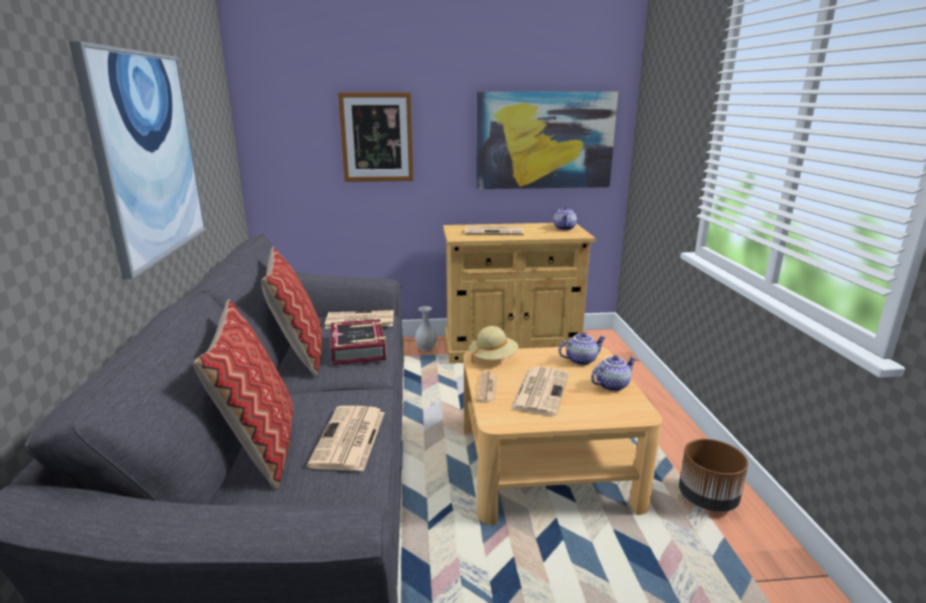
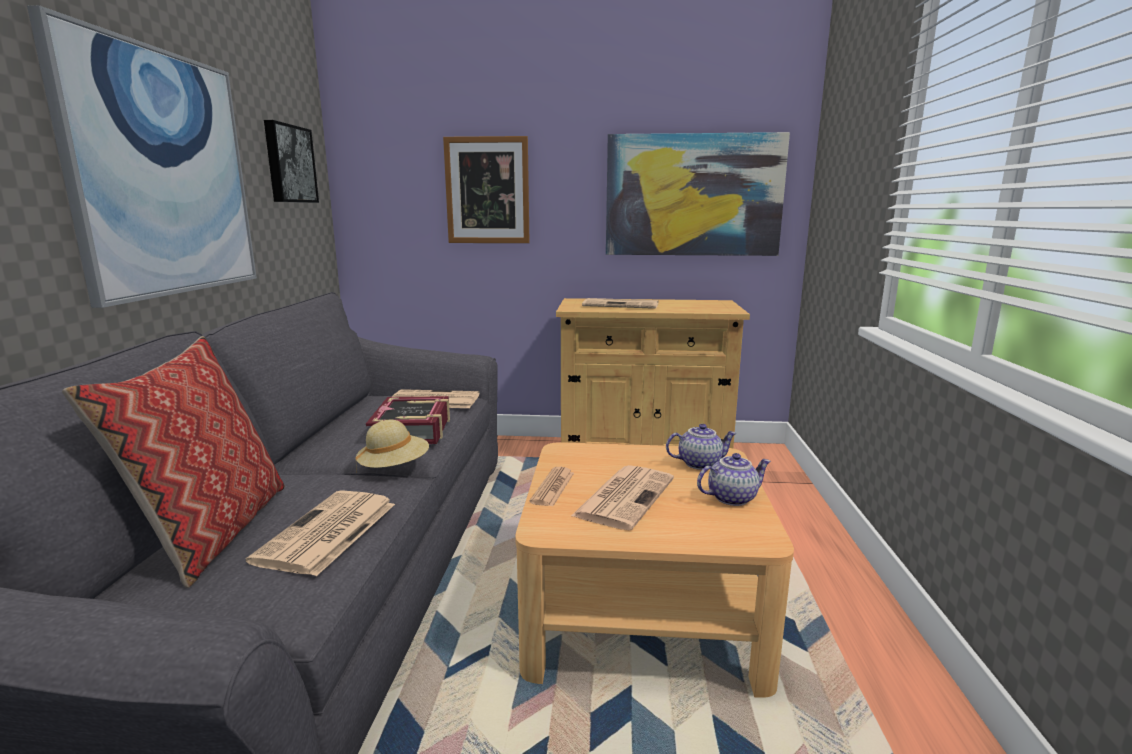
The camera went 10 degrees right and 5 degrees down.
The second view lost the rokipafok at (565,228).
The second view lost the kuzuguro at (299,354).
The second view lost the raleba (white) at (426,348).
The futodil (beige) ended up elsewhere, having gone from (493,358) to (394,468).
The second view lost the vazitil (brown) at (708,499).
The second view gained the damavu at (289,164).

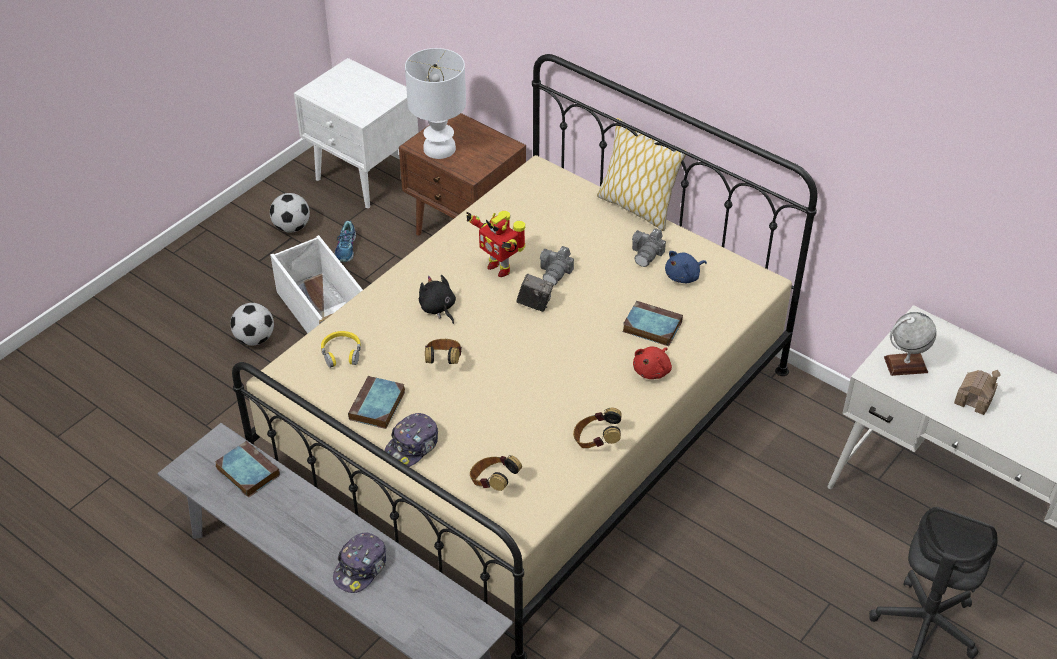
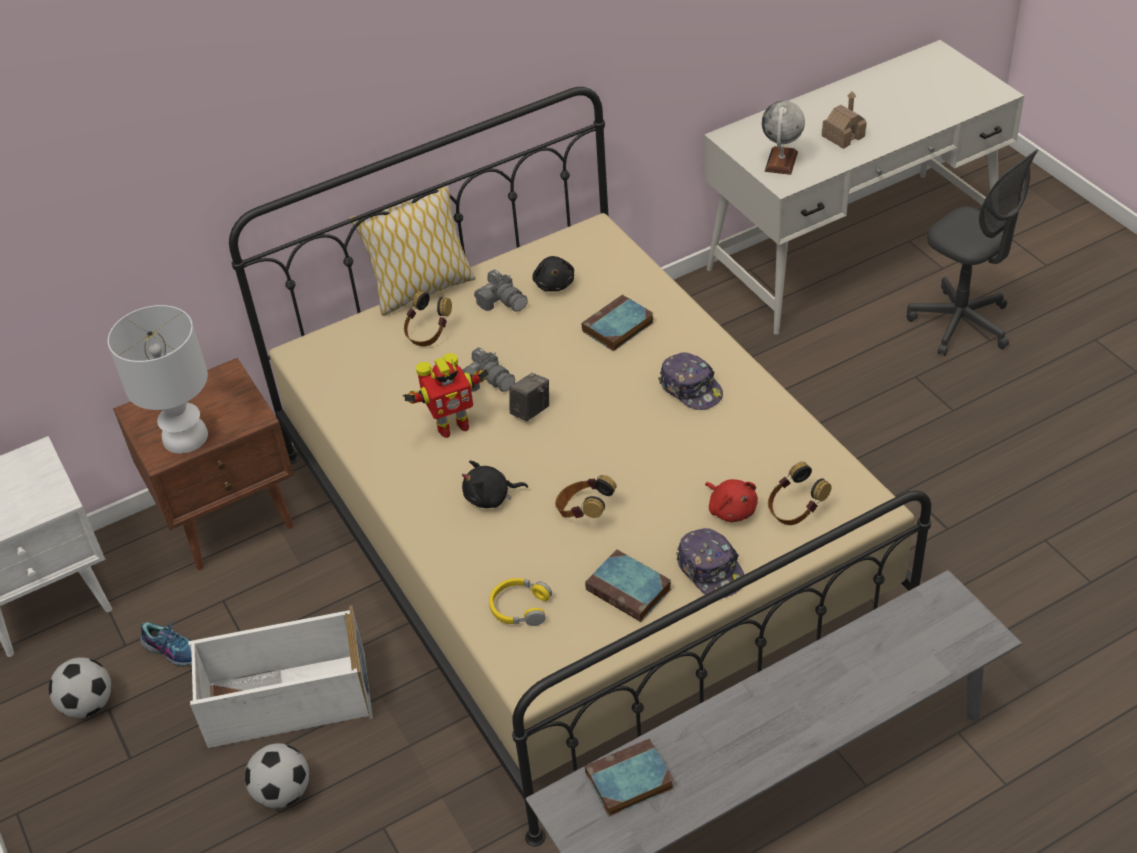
The camera went 65 degrees left and 0 degrees up.
What was the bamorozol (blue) at (684,276) turned into the bamorozol (black) at (554,283).
The bamorozol (red) ended up elsewhere, having gone from (652,370) to (731,509).
The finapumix ended up elsewhere, having gone from (596,441) to (428,334).
The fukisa ended up elsewhere, having gone from (361,568) to (691,388).

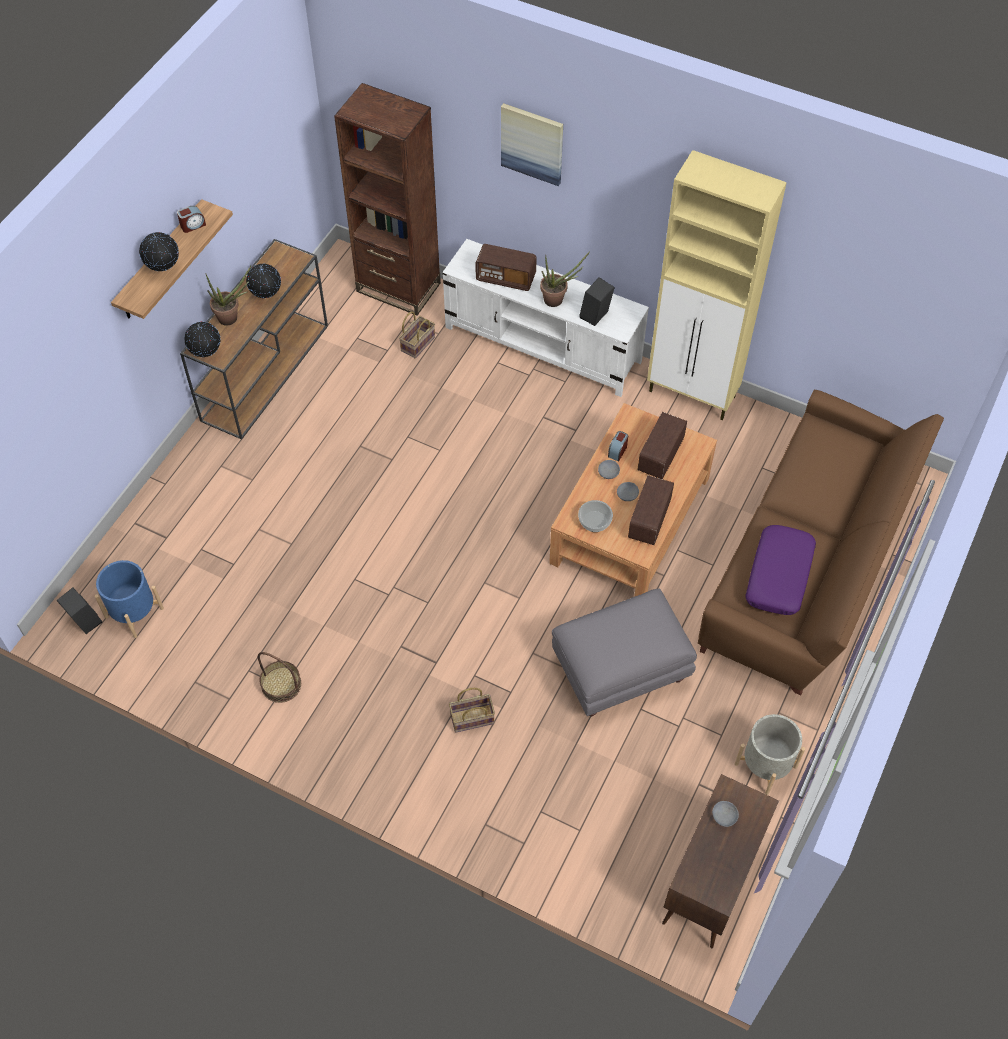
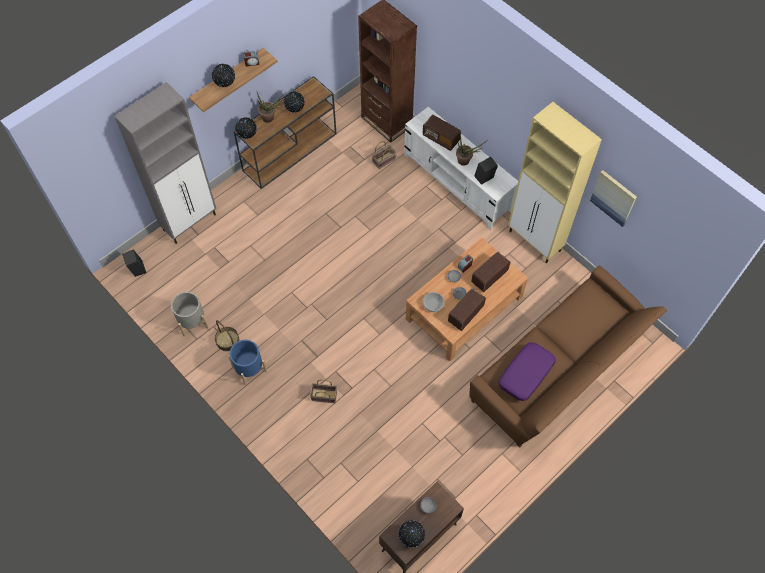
The camera went 20 degrees right and 5 degrees up.
The damavu ended up elsewhere, having gone from (532,143) to (614,197).
The vazitil (blue) ended up elsewhere, having gone from (134,612) to (249,368).
The second view lost the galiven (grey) at (619,671).
The vazitil (grey) ended up elsewhere, having gone from (765,765) to (192,321).
The second view gained the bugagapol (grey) at (190,222).
The second view gained the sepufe at (411,537).

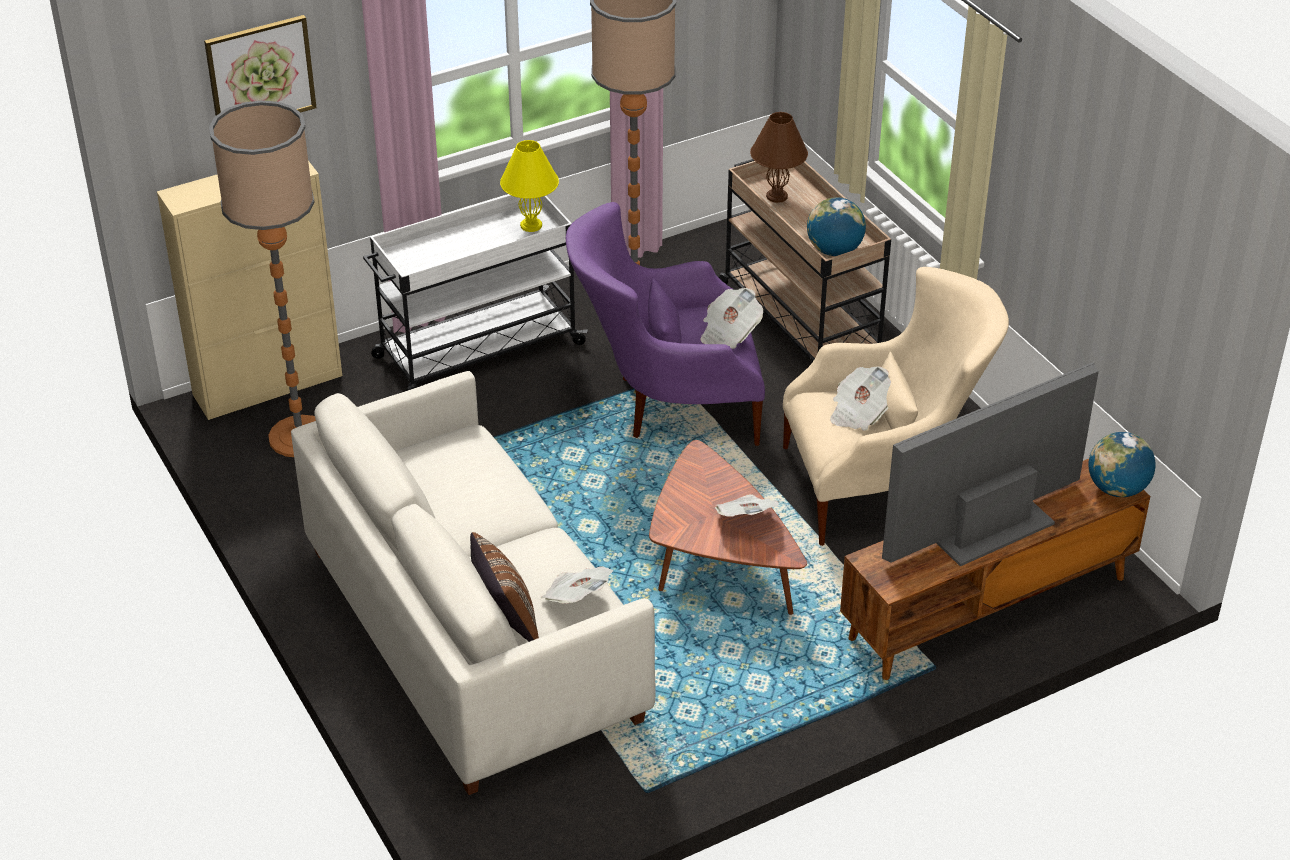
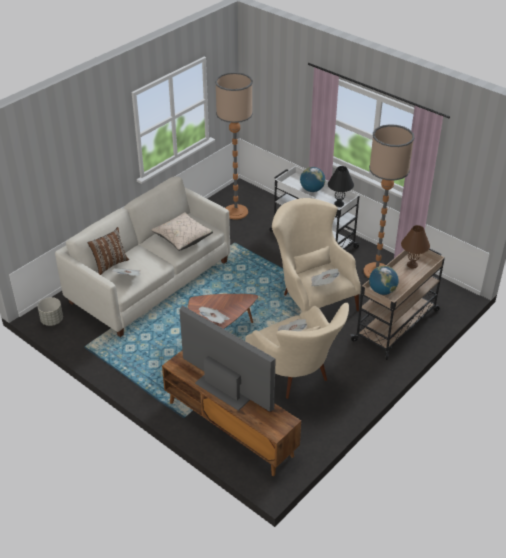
The camera went 70 degrees right and 0 degrees up.
The second view lost the damavu at (260,73).
What was the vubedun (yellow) at (531,225) turned into the vubedun (black) at (339,204).
The second view lost the bugagapol (beige) at (269,385).
What was the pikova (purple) at (666,404) turned into the pikova (beige) at (311,298).
The sepufe ended up elsewhere, having gone from (1117,489) to (312,190).
The second view gained the kuzuguro (beige) at (182,238).
The second view gained the vazitil (grey) at (52,320).

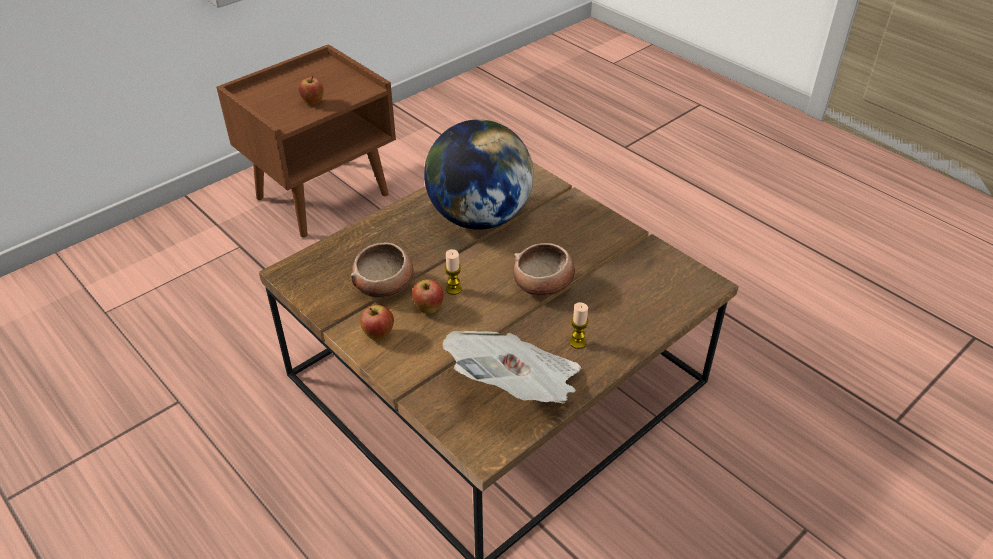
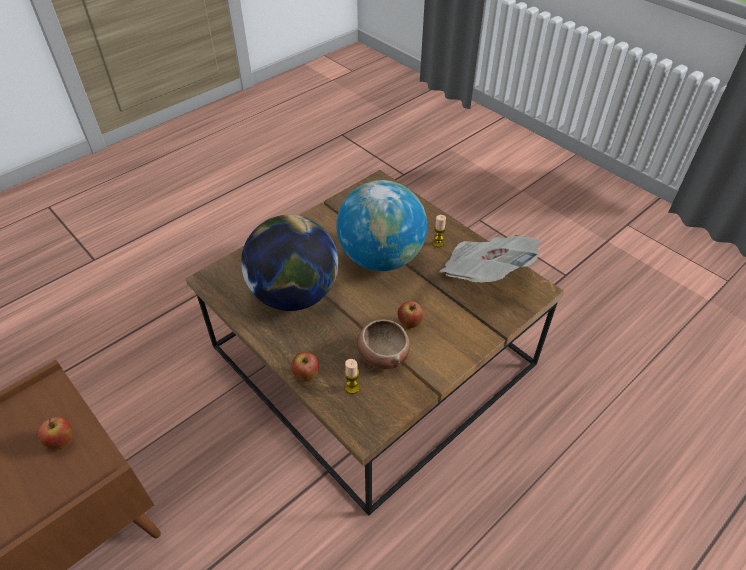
The camera went 90 degrees left and 5 degrees up.
Where the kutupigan stood at (544,286), the sepufe came to stand at (381,258).
The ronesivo ended up elsewhere, having gone from (453,289) to (352,387).
The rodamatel ended up elsewhere, having gone from (378,335) to (306,375).

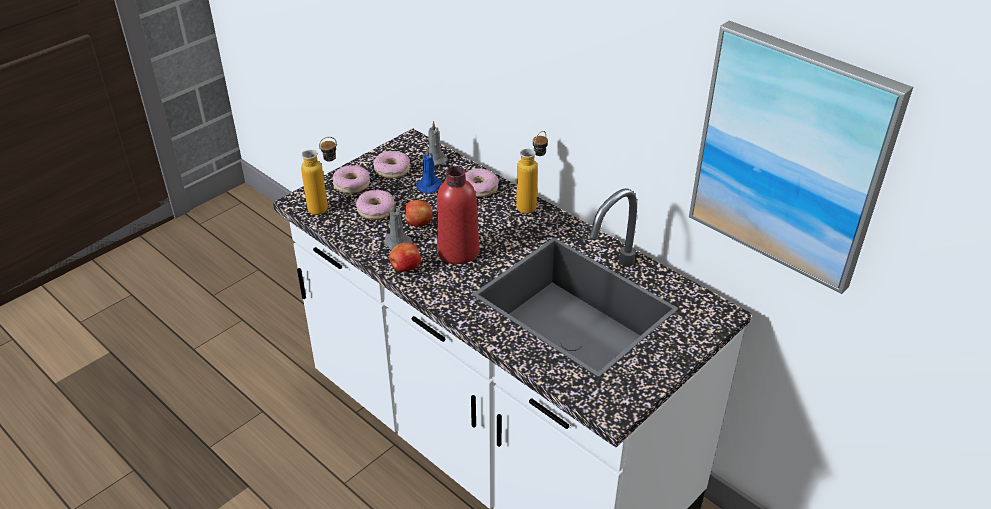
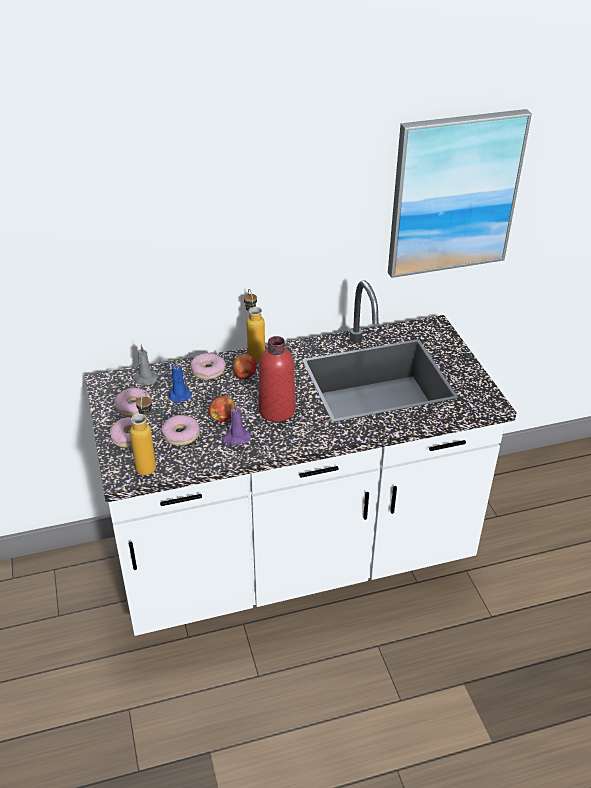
The camera went 60 degrees left and 0 degrees up.
What was the ronesivo (grey) at (396,242) turned into the ronesivo (purple) at (235,438).
The rodamatel ended up elsewhere, having gone from (405,268) to (244,376).

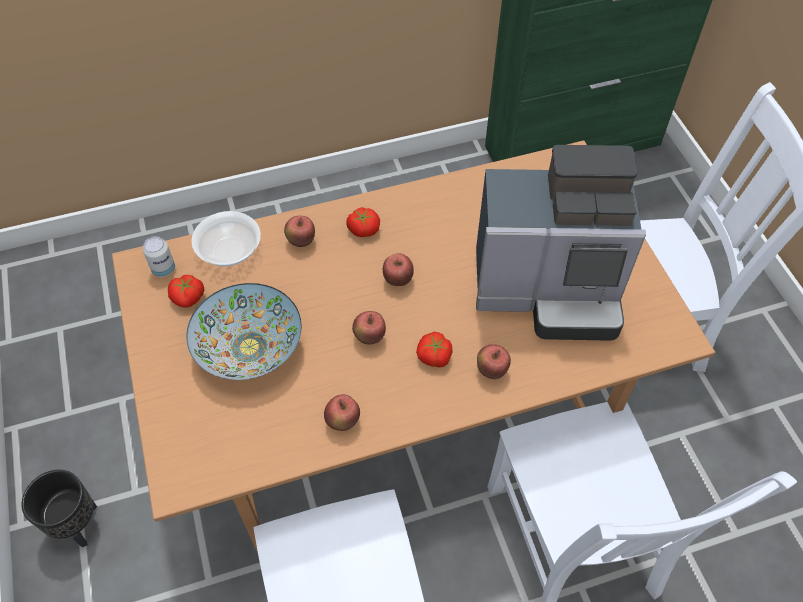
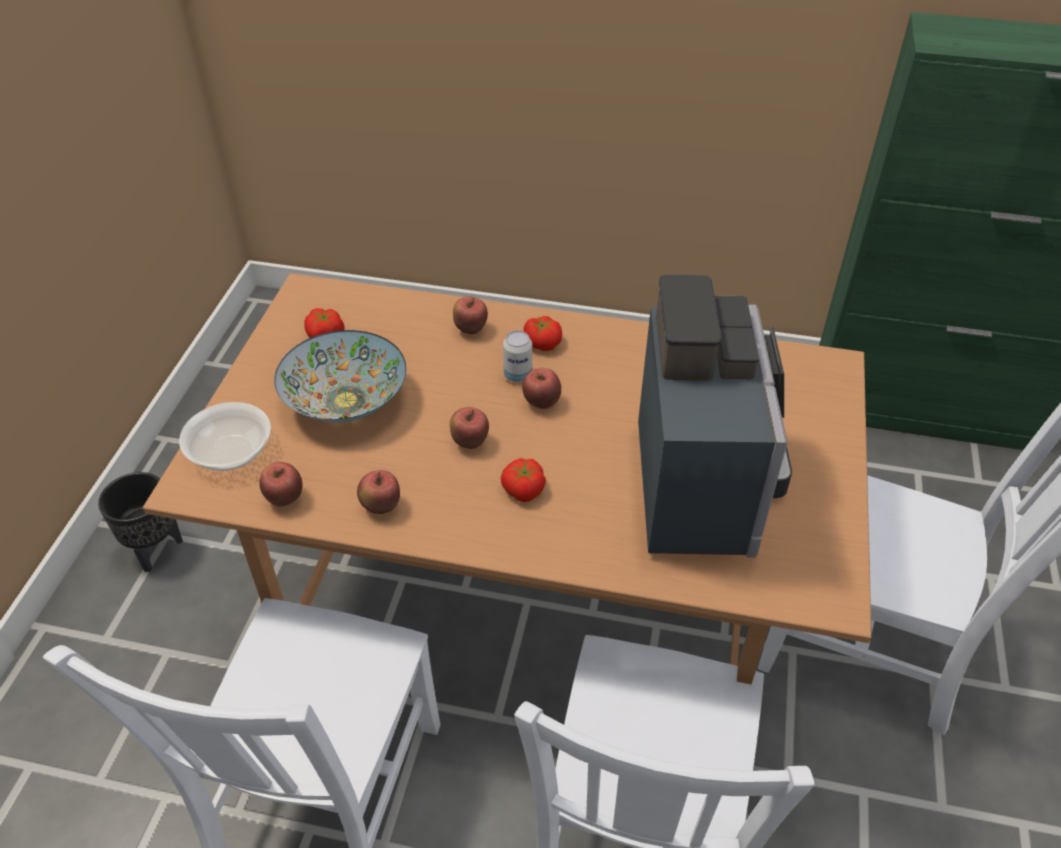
The camera went 30 degrees right and 10 degrees down.
The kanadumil at (549,291) ended up facing another way, 120 degrees counterclockwise from before.
The kutupigan ended up elsewhere, having gone from (229,250) to (231,452).
The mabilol ended up elsewhere, having gone from (163,269) to (518,375).
The rodamatel ended up elsewhere, having gone from (491,370) to (285,498).

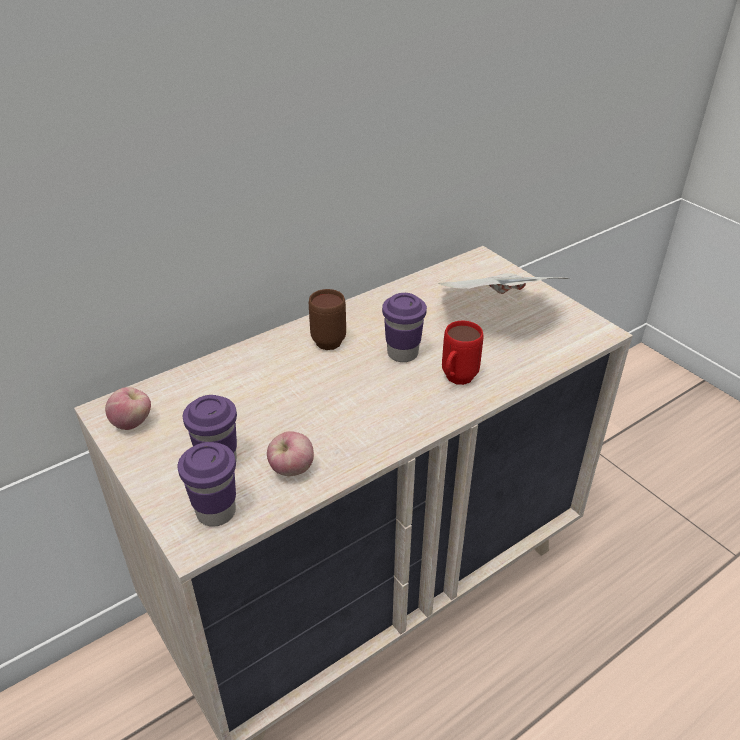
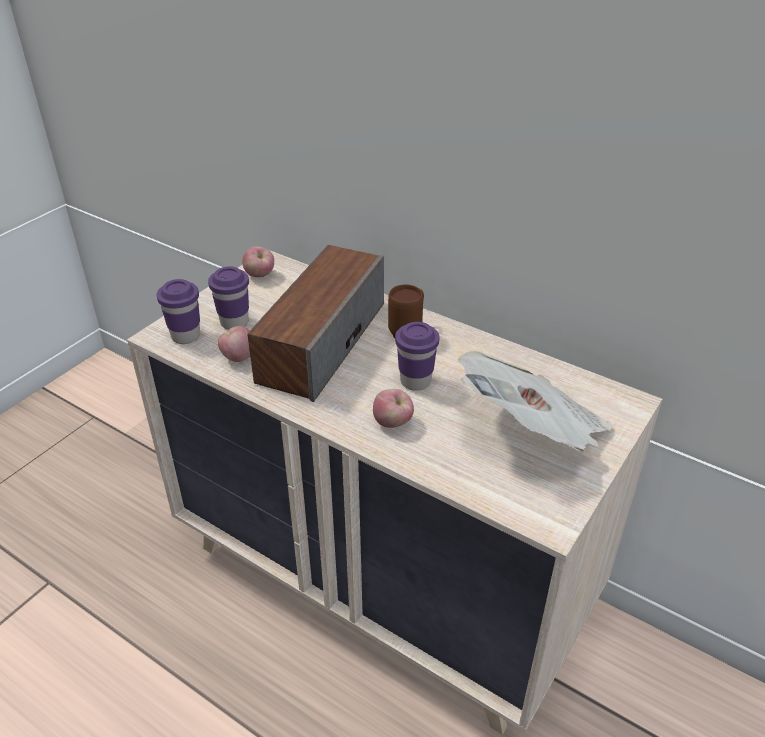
The camera went 70 degrees right and 0 degrees up.
Where the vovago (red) stood at (456,381), the rodamatel came to stand at (393,423).
The second view gained the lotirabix at (321,341).

